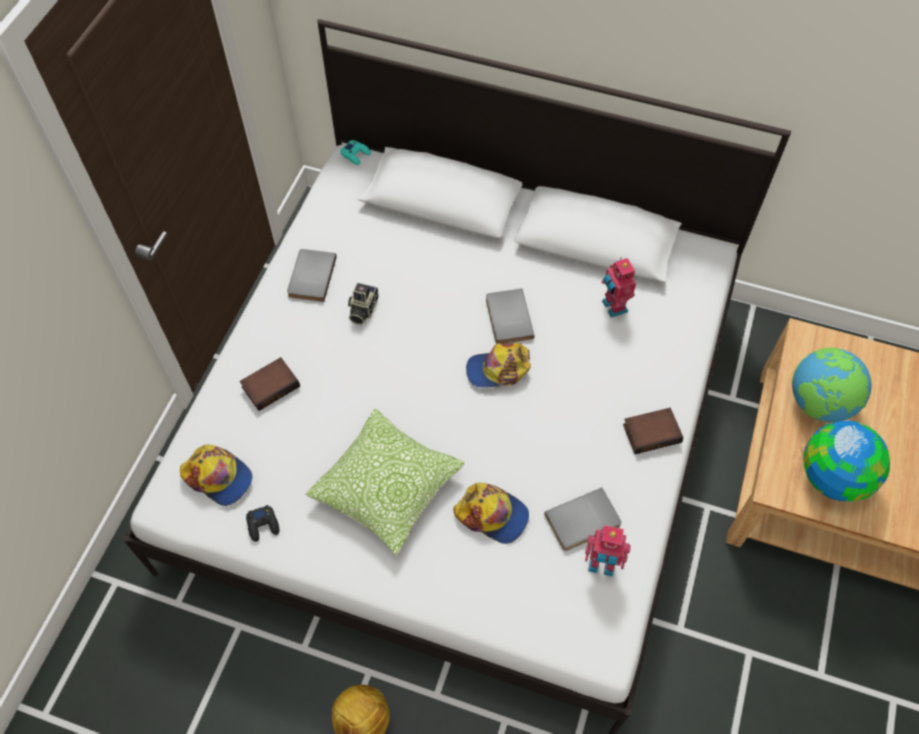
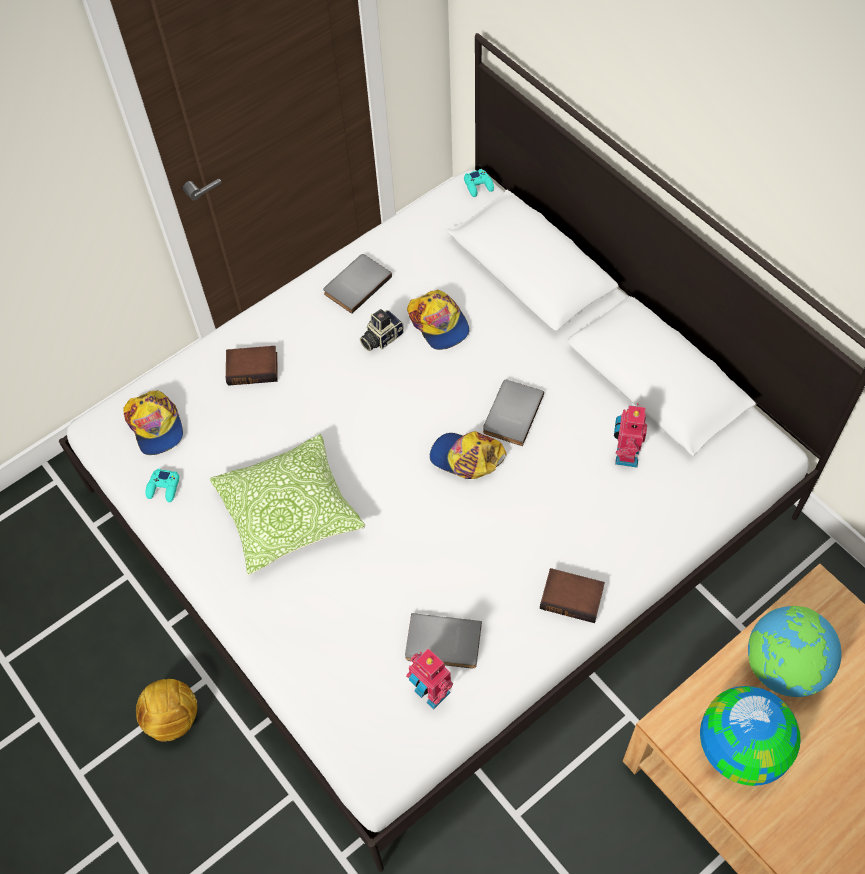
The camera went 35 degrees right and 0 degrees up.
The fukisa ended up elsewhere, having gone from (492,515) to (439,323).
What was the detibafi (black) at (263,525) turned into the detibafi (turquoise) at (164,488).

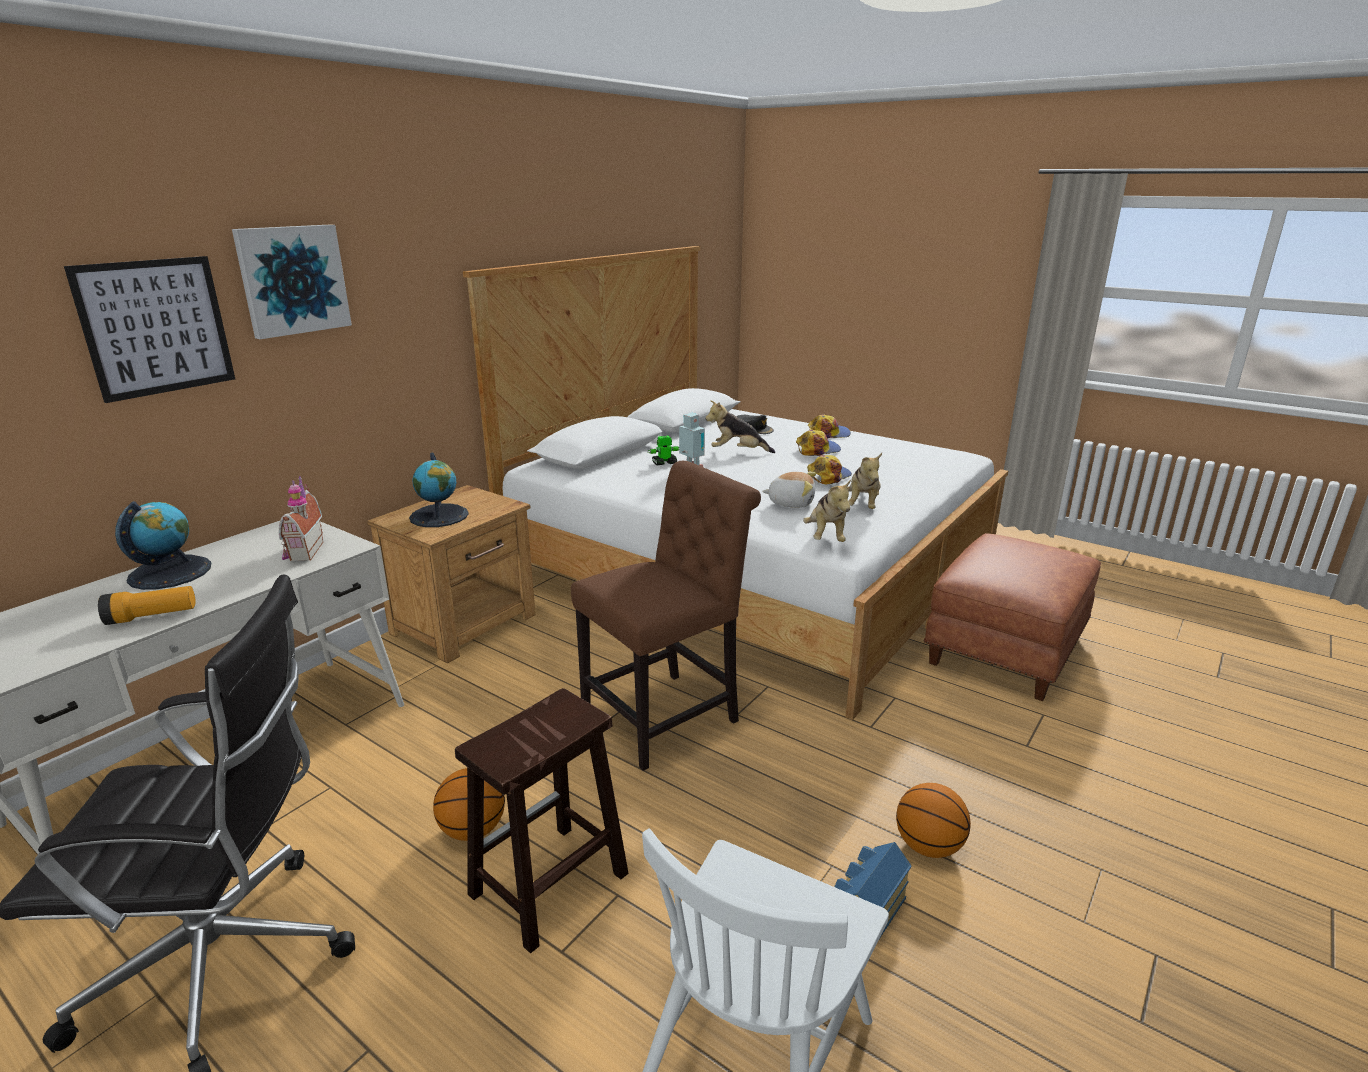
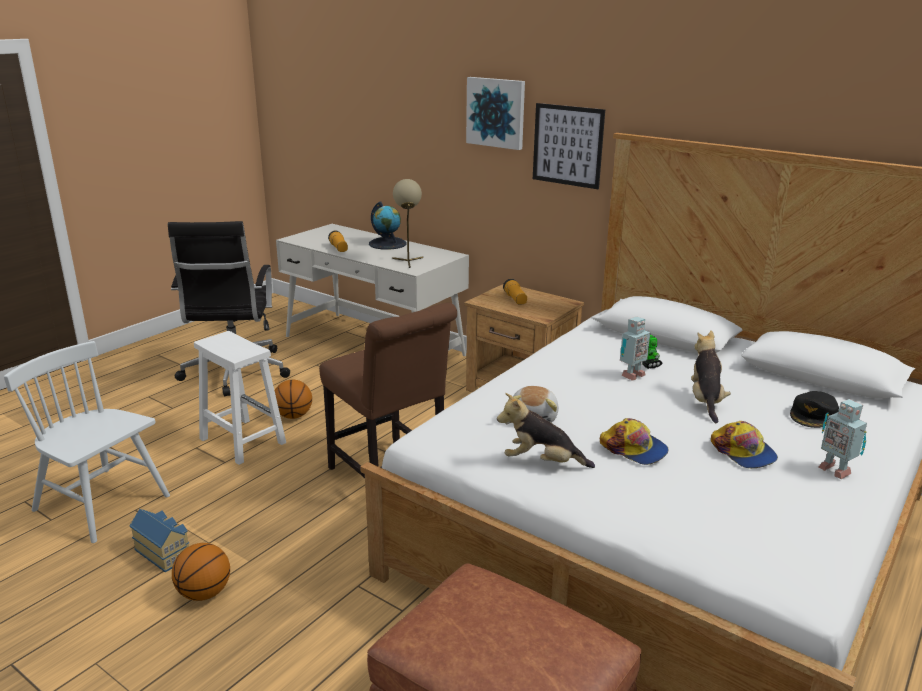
The camera went 90 degrees right and 0 degrees up.
The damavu ended up elsewhere, having gone from (156,327) to (567,145).
Where the fukisa stood at (828,434), the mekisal came to stand at (835,470).
Where the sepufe stood at (439,516), the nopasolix came to stand at (515,299).
Where the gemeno stood at (302,552), the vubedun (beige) came to stand at (408,262).
The second view lost the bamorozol at (826,537).
What was the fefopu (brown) at (547,886) turned into the fefopu (white) at (241,440).

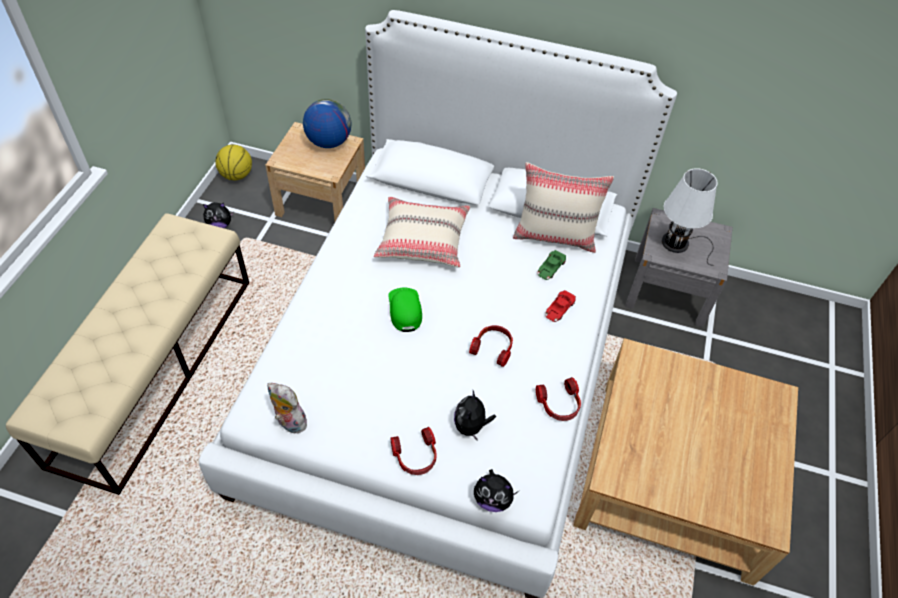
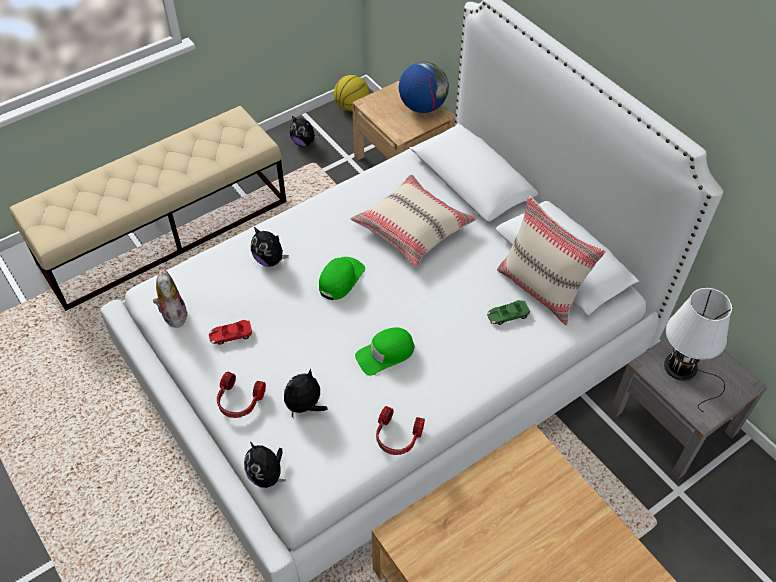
The camera went 40 degrees right and 0 degrees up.
The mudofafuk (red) ended up elsewhere, having gone from (559,309) to (230,335).
Where the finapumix stood at (493,348), the fukisa (green) came to stand at (385,354).
The second view gained the bamorozol at (270,260).

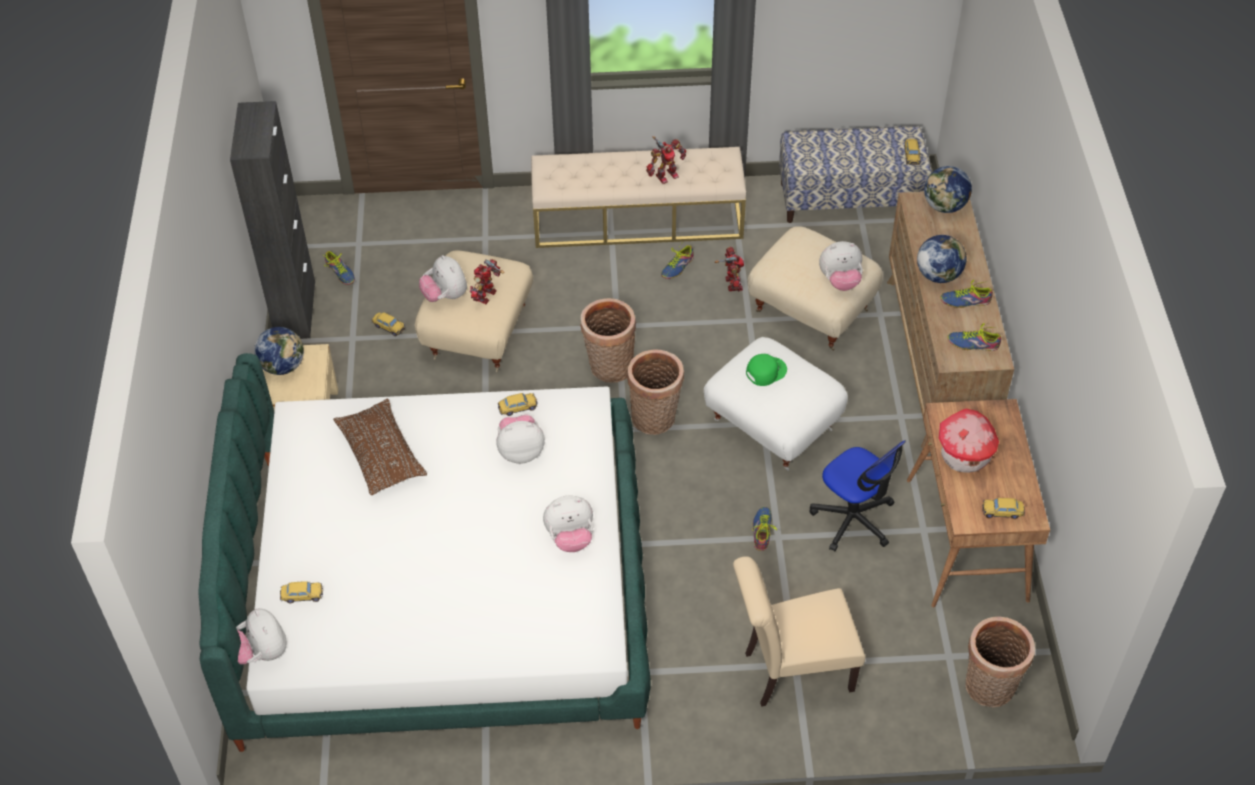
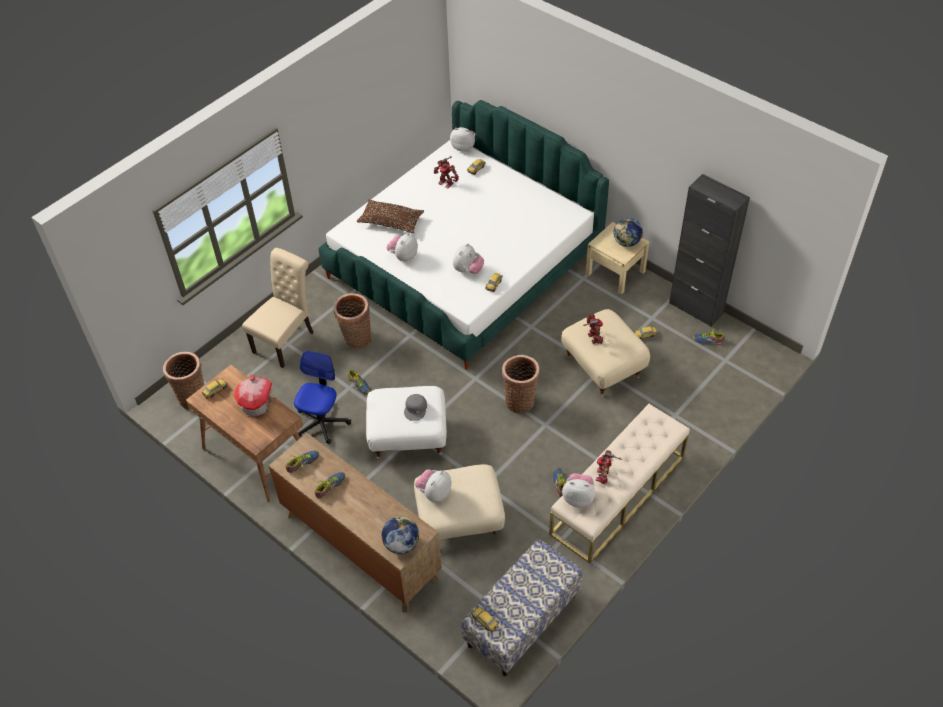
The camera went 135 degrees right and 0 degrees up.
The second view lost the sepufe at (938,275).
The mekisal ended up elsewhere, having gone from (732,284) to (446,182).
The bamorozol ended up elsewhere, having gone from (445,296) to (578,497).
The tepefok ended up elsewhere, having gone from (655,420) to (356,338).
What was the fukisa (green) at (765,371) turned into the fukisa (grey) at (416,409).
The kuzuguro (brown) ended up elsewhere, having gone from (381,454) to (391,222).
The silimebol at (853,519) ended up facing another way, 105 degrees clockwise from before.

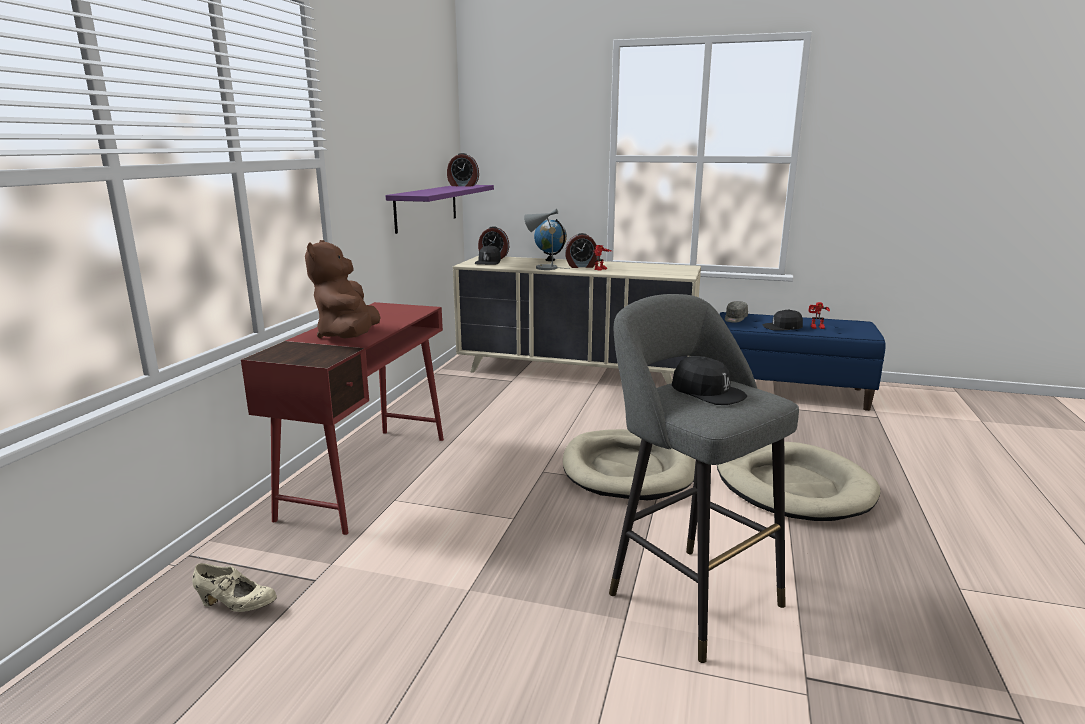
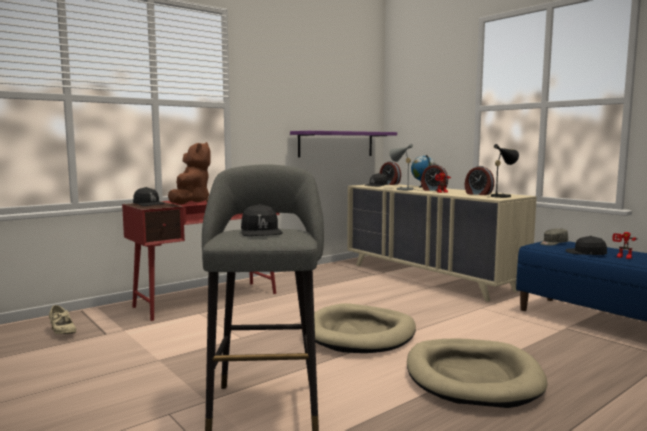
The camera went 35 degrees right and 10 degrees down.
The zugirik ended up elsewhere, having gone from (463,186) to (478,194).
The bamorozol (brown) at (349,337) ended up facing another way, 150 degrees clockwise from before.
The second view gained the vubedun (black) at (502,196).
The second view gained the fukisa (black) at (148,204).

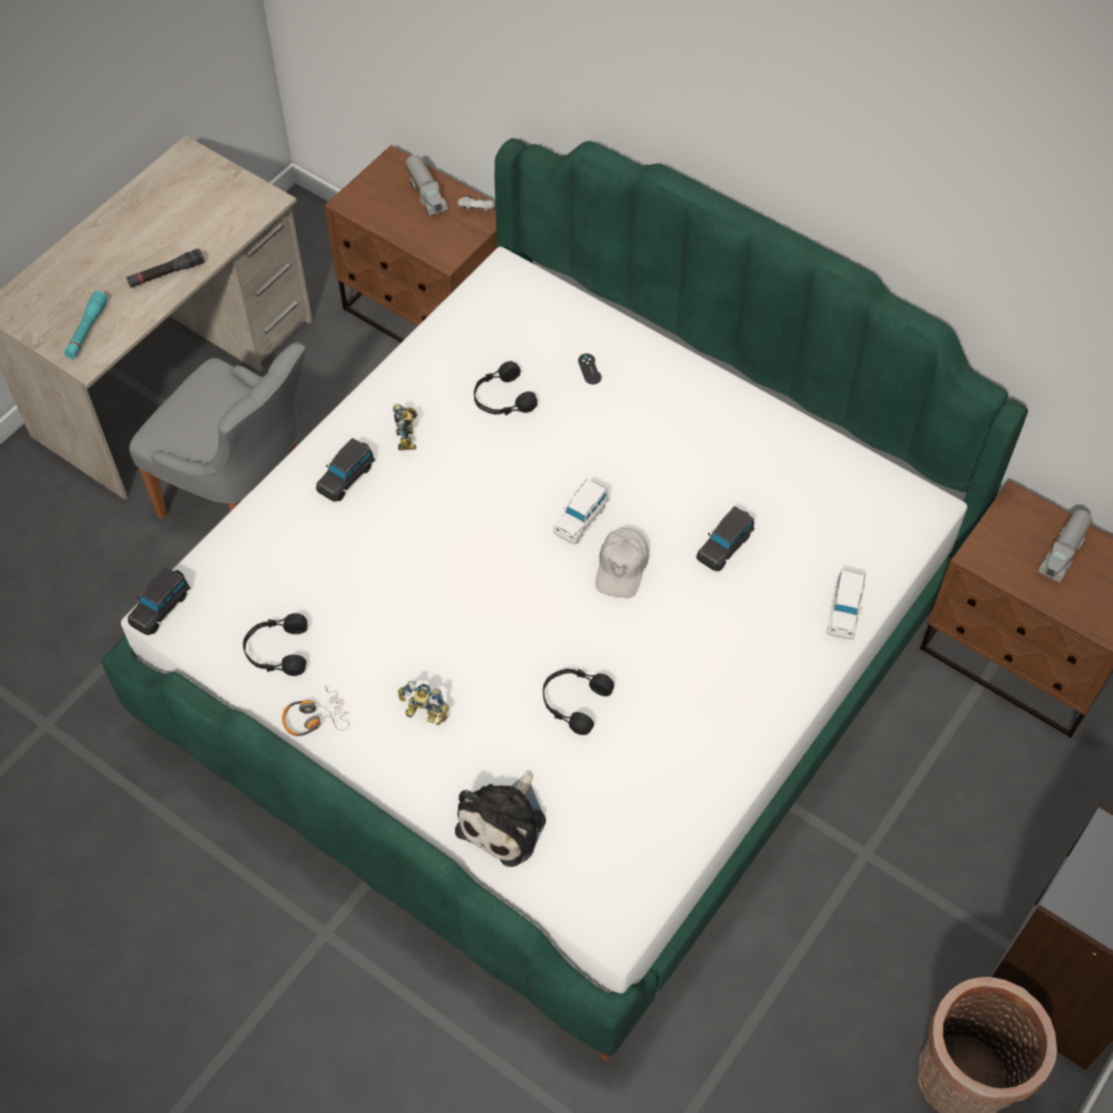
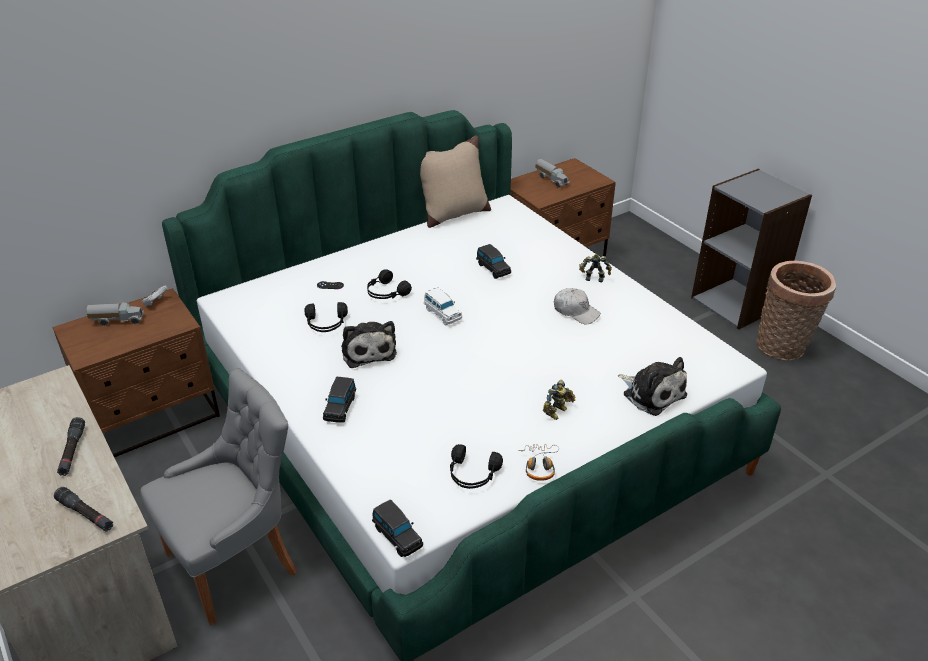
The camera went 70 degrees left and 20 degrees down.
What was the nopasolix (turquoise) at (87,330) turned into the nopasolix (black) at (86,514).
The mekisal ended up elsewhere, having gone from (408,438) to (594,277).
The mudofafuk (black) at (347,477) ended up facing another way, 45 degrees clockwise from before.
The fukisa (white) ended up elsewhere, having gone from (622,568) to (576,311).
The second view lost the mudofafuk (white) at (844,611).
The finapumix (black) ended up elsewhere, having gone from (573,702) to (386,293).
The second view gained the kuzuguro (beige) at (453,214).
The second view gained the bamorozol at (368,350).

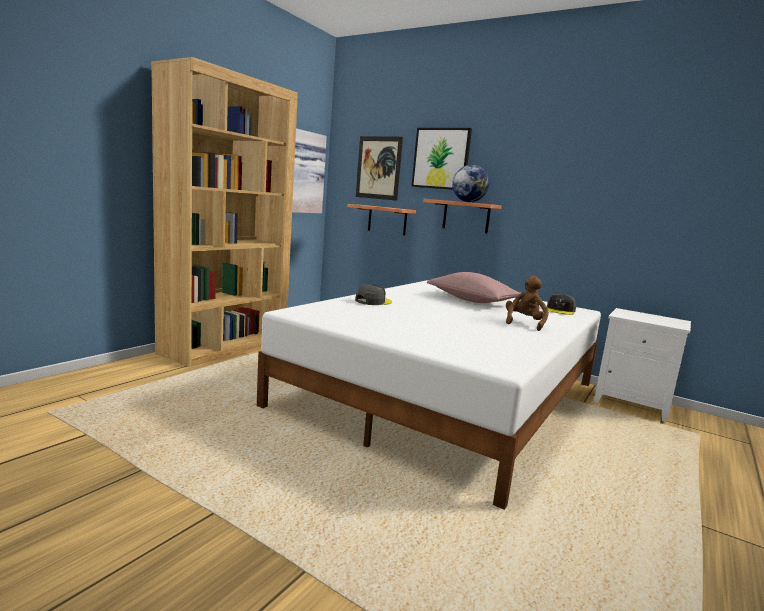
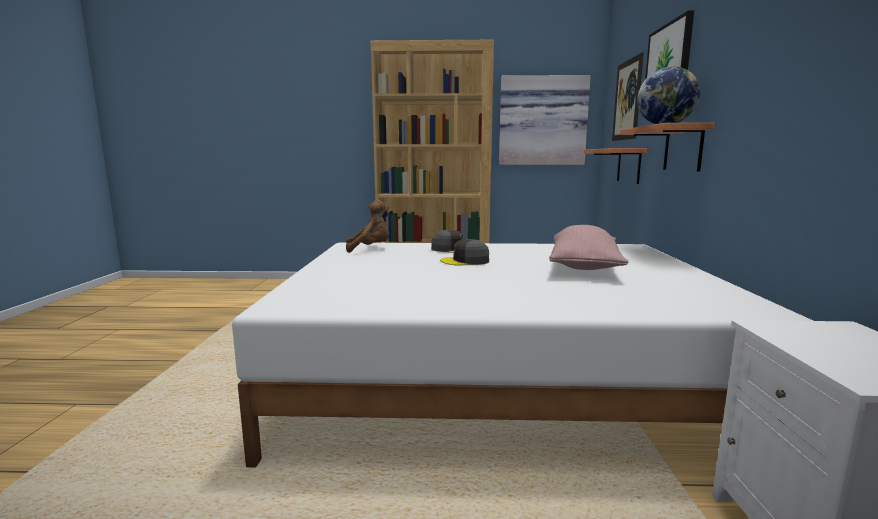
The camera went 60 degrees right and 0 degrees up.
The bamorozol (brown) ended up elsewhere, having gone from (524,323) to (370,249).
The fukisa (grey) ended up elsewhere, having gone from (560,310) to (465,261).

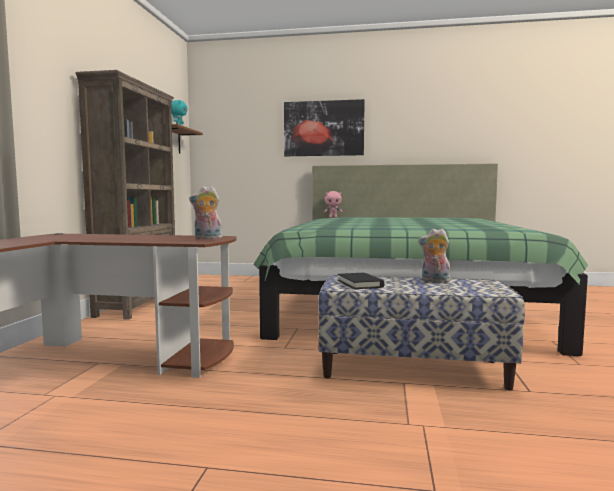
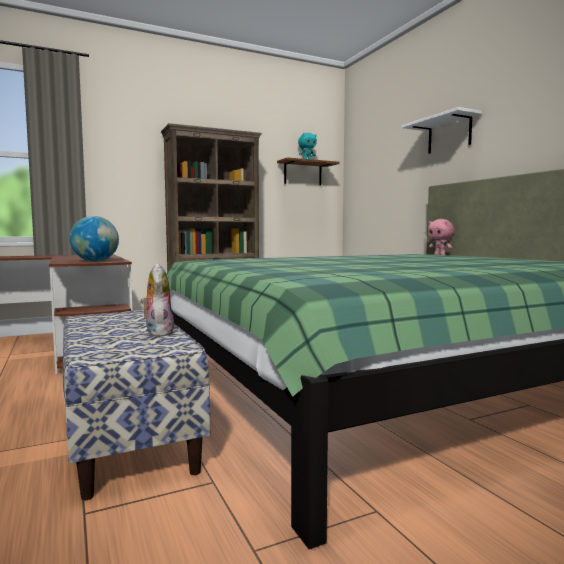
The camera went 55 degrees right and 0 degrees up.
Where the damavu hung at (323,128), the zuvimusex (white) came to hang at (449,134).
Where the bamorozol stood at (207,238), the sepufe came to stand at (95,261).
The second view lost the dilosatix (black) at (360,284).

